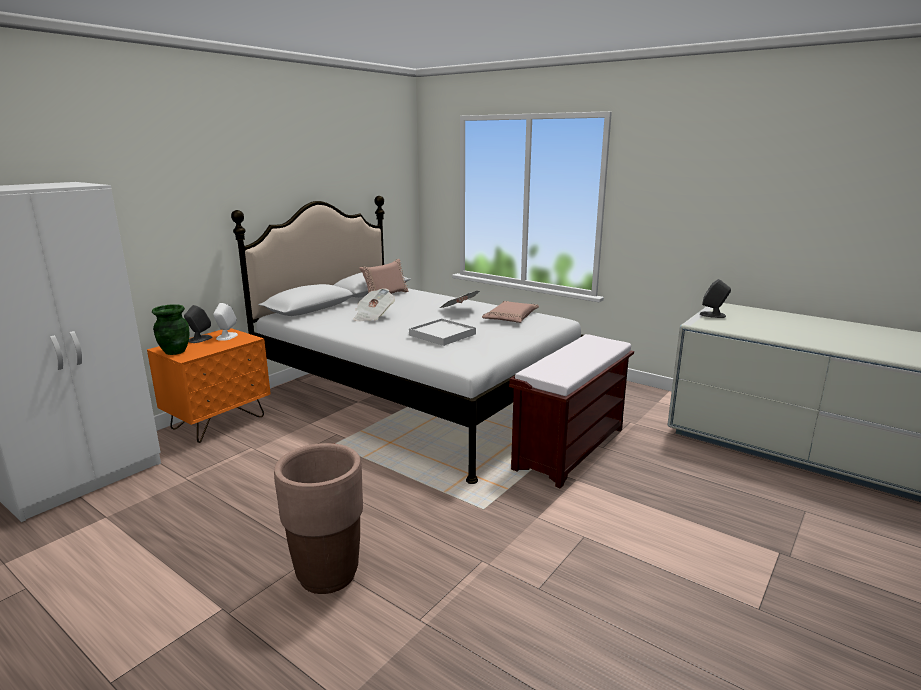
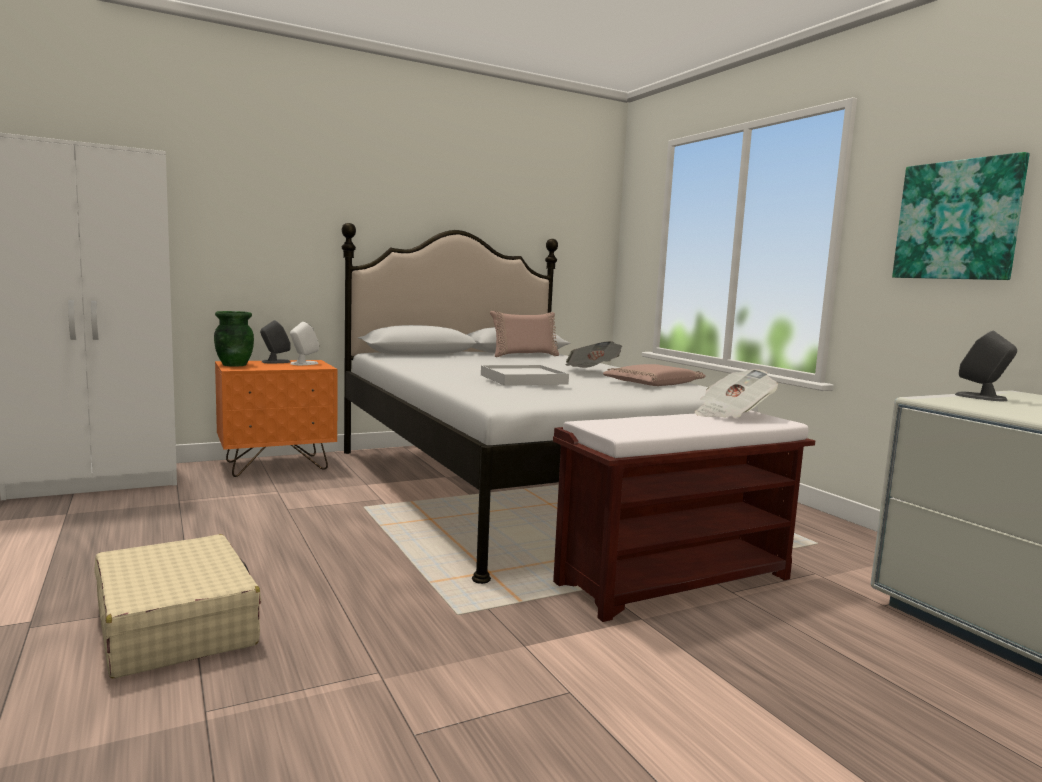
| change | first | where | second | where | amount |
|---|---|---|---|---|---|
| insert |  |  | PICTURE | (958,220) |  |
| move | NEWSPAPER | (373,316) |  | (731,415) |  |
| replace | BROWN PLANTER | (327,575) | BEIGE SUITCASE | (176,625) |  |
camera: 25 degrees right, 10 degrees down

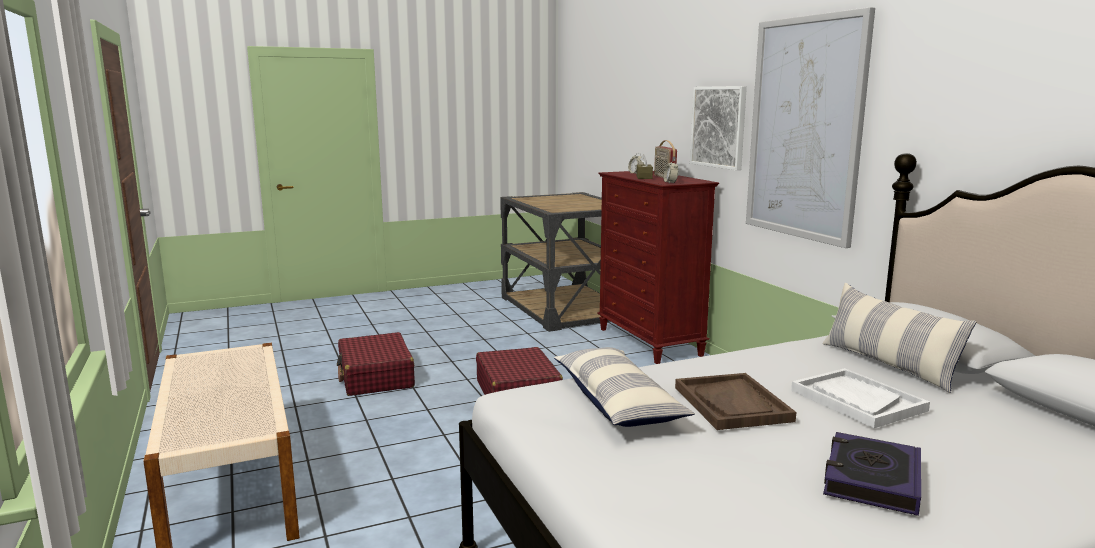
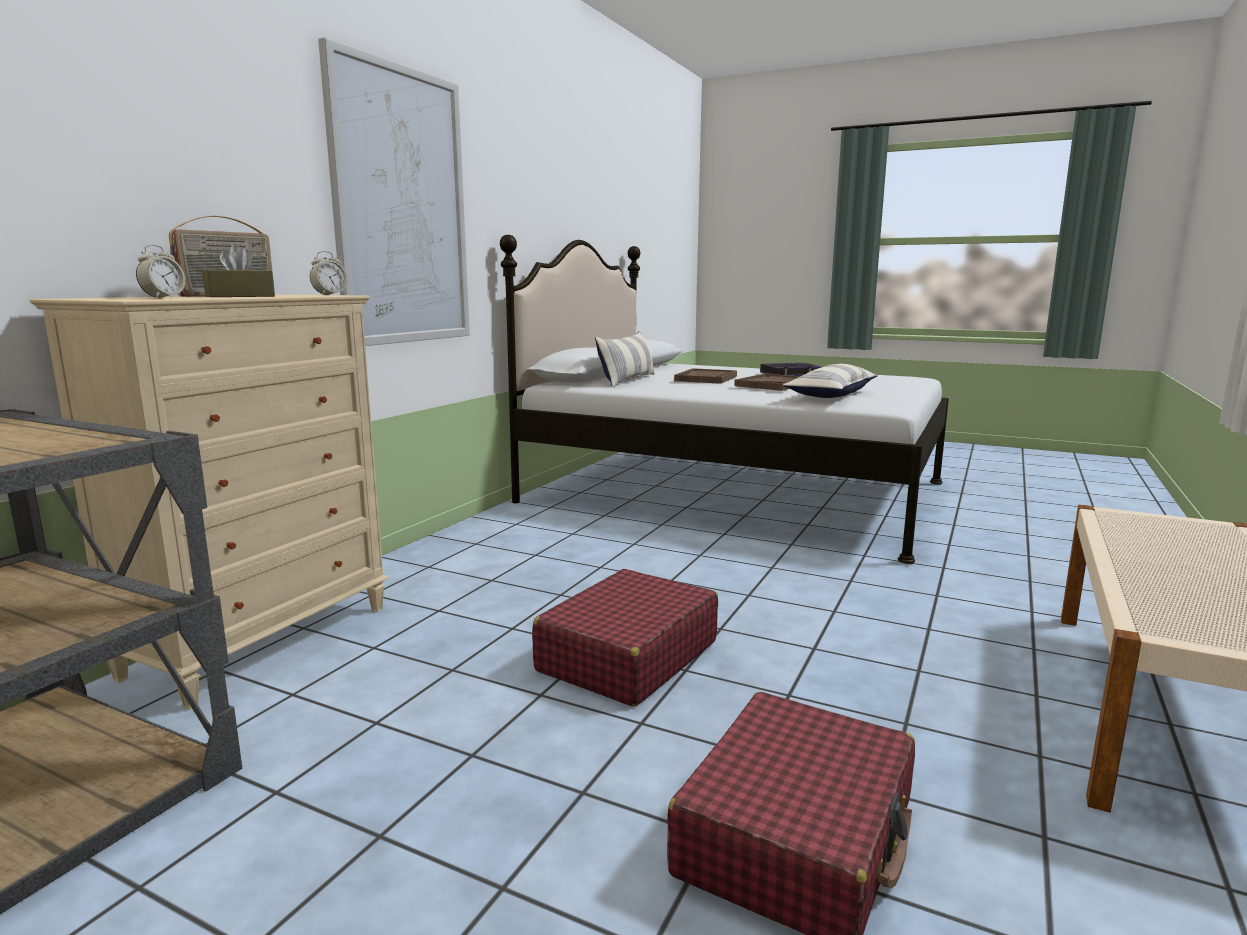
| change | first | where | second | where | amount |
|---|---|---|---|---|---|
| delete | PICTURE | (718,127) |  |  |  |
| recolor | RED DRESSER | (650,342) | BEIGE DRESSER | (262,640) |  |
| recolor | WHITE TRAY | (857,400) | BROWN TRAY | (706,378) |  |
camera: 130 degrees left, 0 degrees up

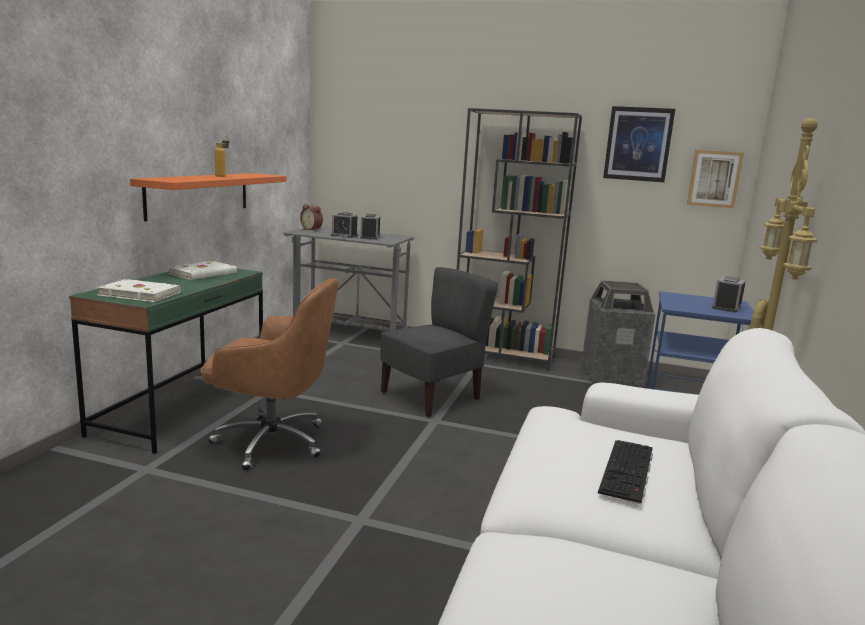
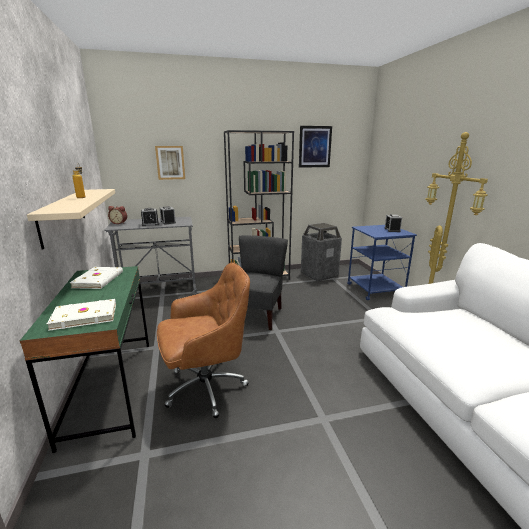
| change | first | where | second | where | amount |
|---|---|---|---|---|---|
| delete | KEYBOARD | (628,471) |  |  |  |
| move | PICTURE | (714,179) |  | (170,162) |  |
| recolor | ORANGE SHELF | (199,194) | BEIGE SHELF | (63,215) |  |
camera: 30 degrees left, 5 degrees up

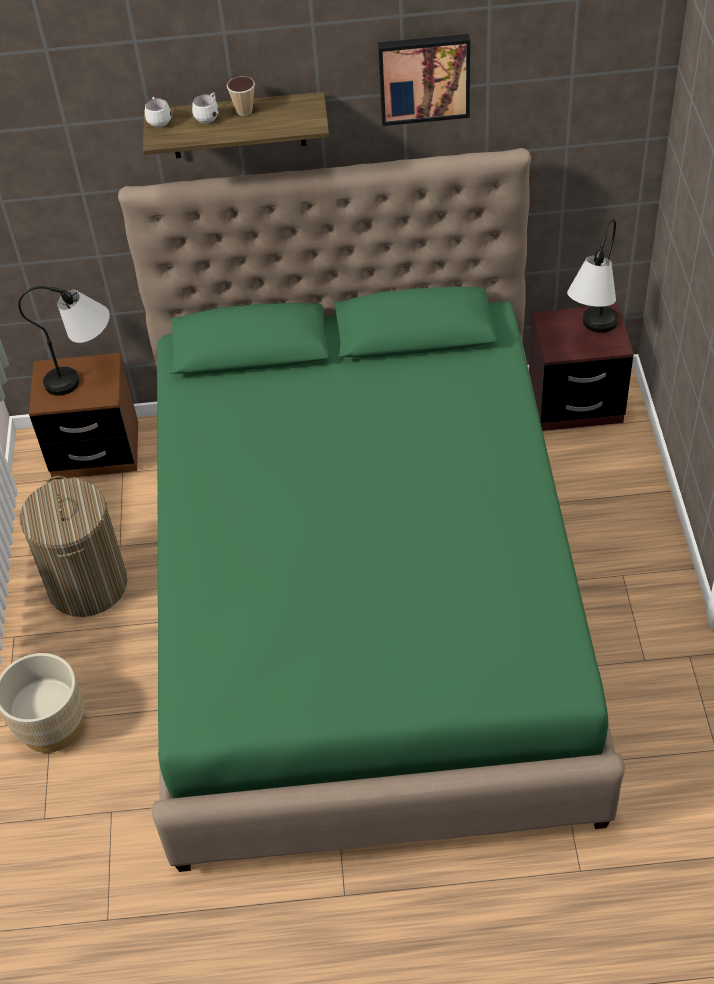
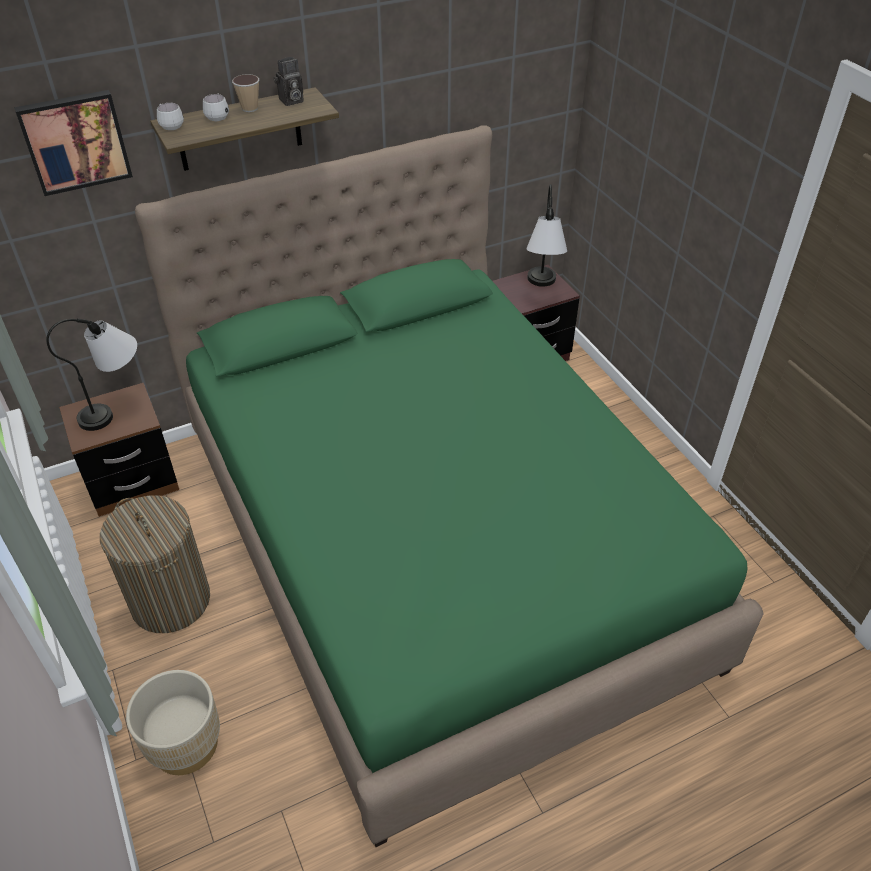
| change | first | where | second | where | amount |
|---|---|---|---|---|---|
| insert |  |  | PHOTO CAMERA | (290,101) |  |
| move | PICTURE | (424,77) |  | (75,141) |  |
camera: 25 degrees left, 5 degrees down

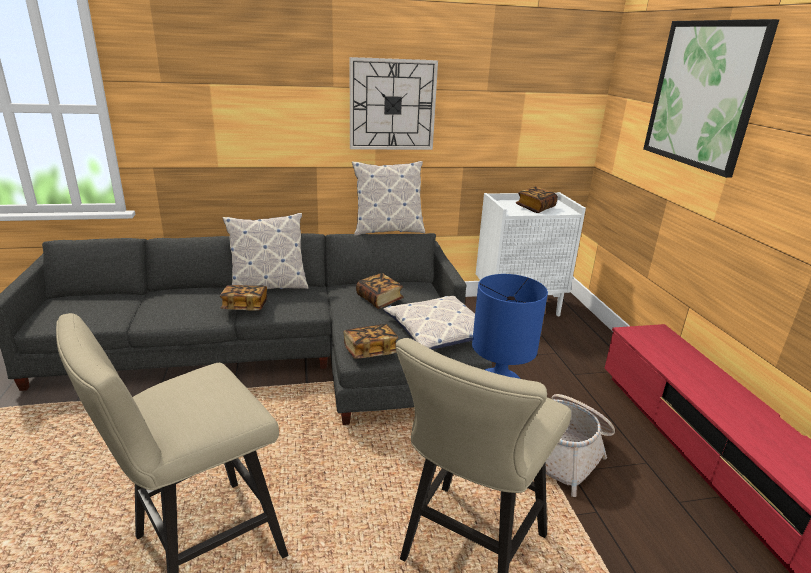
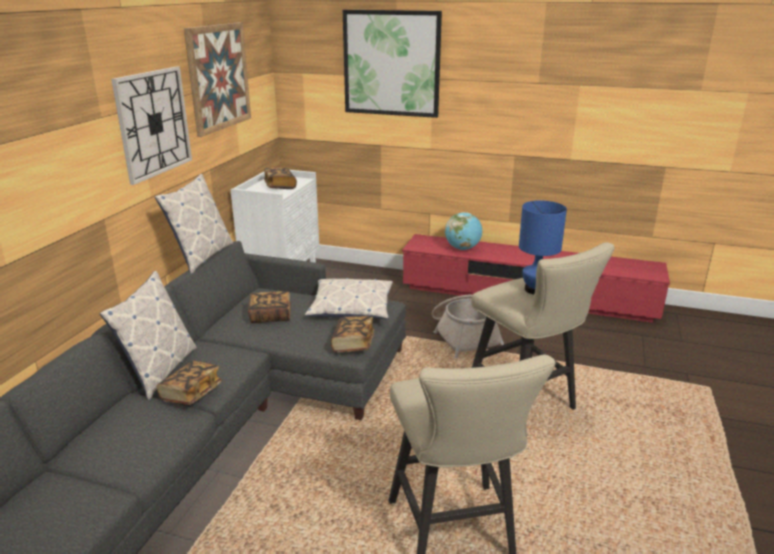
| change | first | where | second | where | amount |
|---|---|---|---|---|---|
| insert |  |  | PICTURE | (219,77) |  |
| insert |  |  | GLOBE | (462,248) |  |
camera: 60 degrees left, 0 degrees up

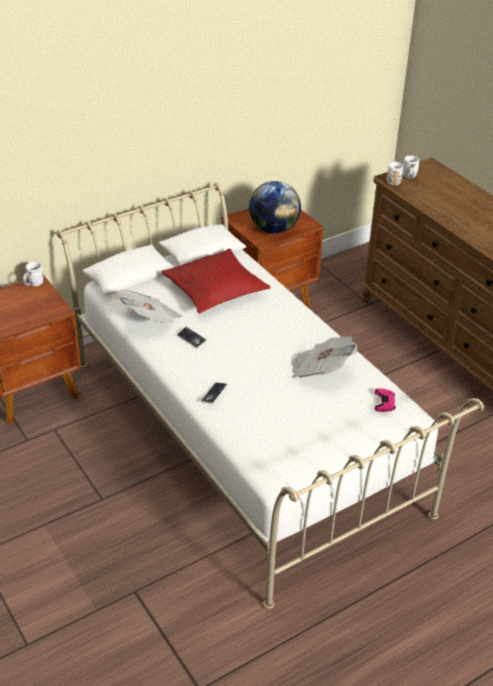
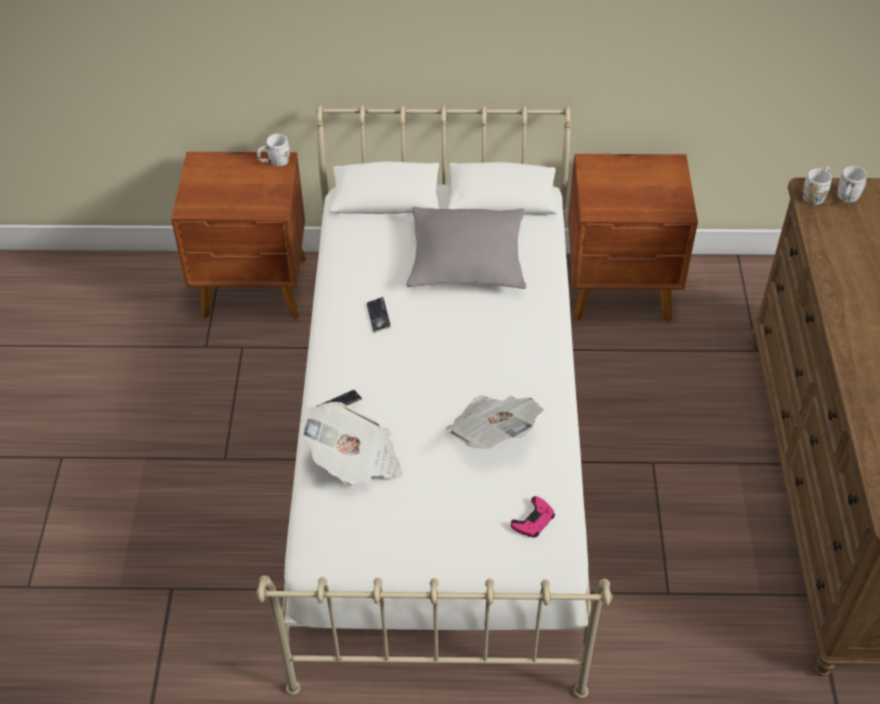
| change | first | where | second | where | amount |
|---|---|---|---|---|---|
| delete | GLOBE | (273,229) |  |  |  |
| move | NEWSPAPER | (150,320) |  | (355,461) |  |
| recolor | RED PILLOW | (215,290) | GREY PILLOW | (467,259) |  |
camera: 35 degrees right, 10 degrees up

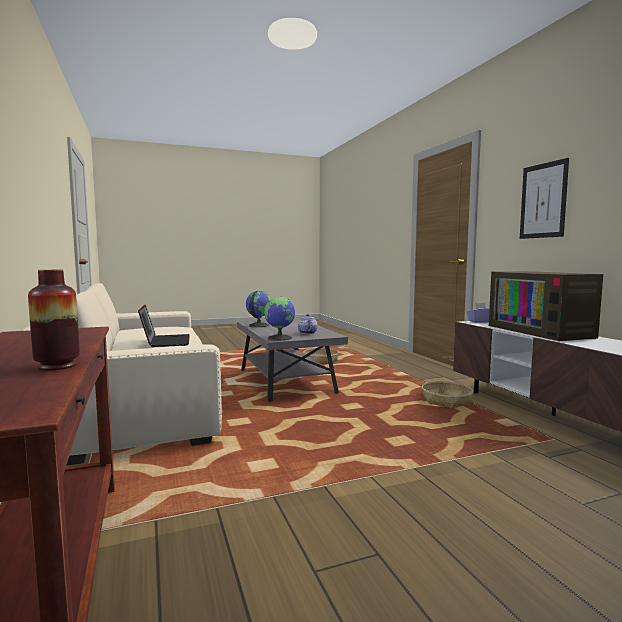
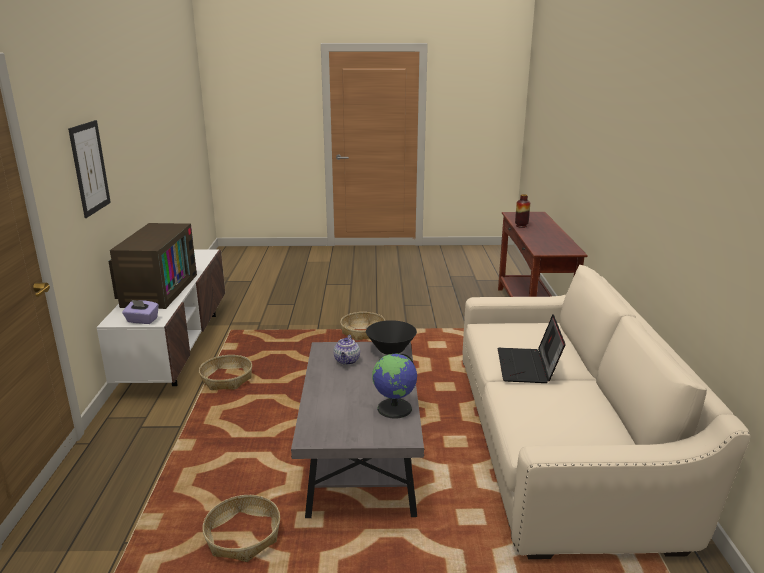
| change | first | where | second | where | amount |
|---|---|---|---|---|---|
| insert |  |  | BASKET | (363,332) |  |
| replace | GLOBE | (280,338) | BLACK BOWL | (391,350) |  |
camera: 160 degrees left, 15 degrees up

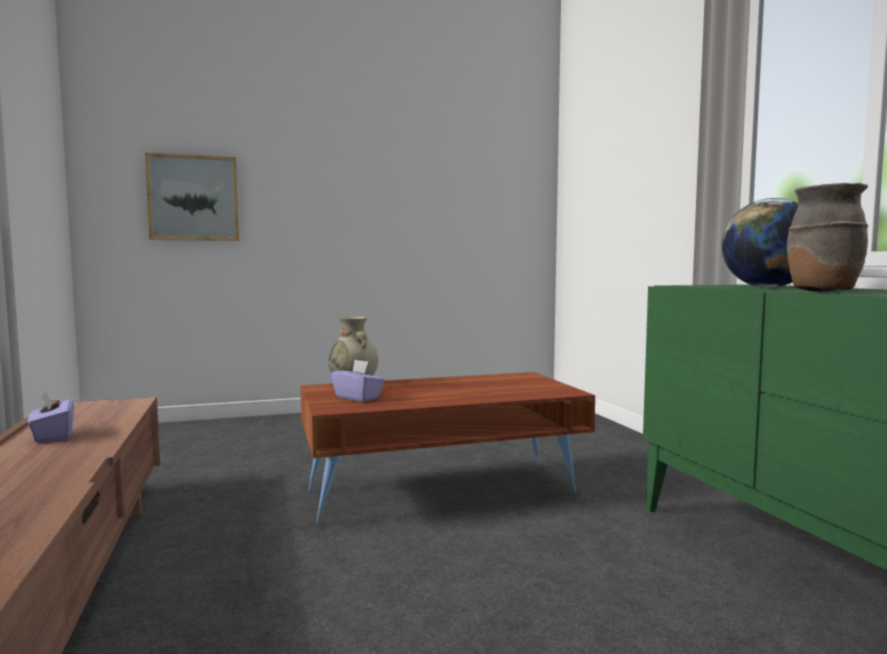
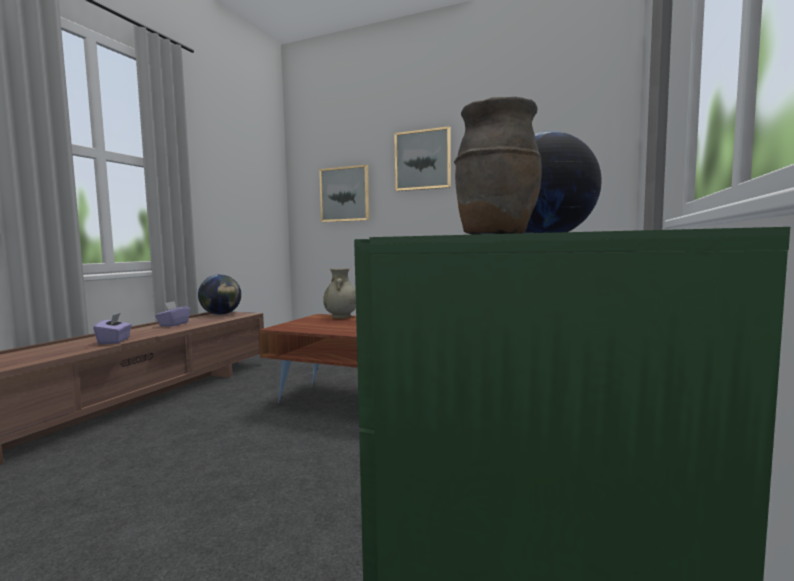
| change | first | where | second | where | amount |
|---|---|---|---|---|---|
| insert |  |  | GLOBE | (221,314) |  |
| insert |  |  | PICTURE | (423,160) |  |
| move | PURPLE TISSUE BOX | (358,397) |  | (115,341) |  |
camera: 40 degrees right, 0 degrees up

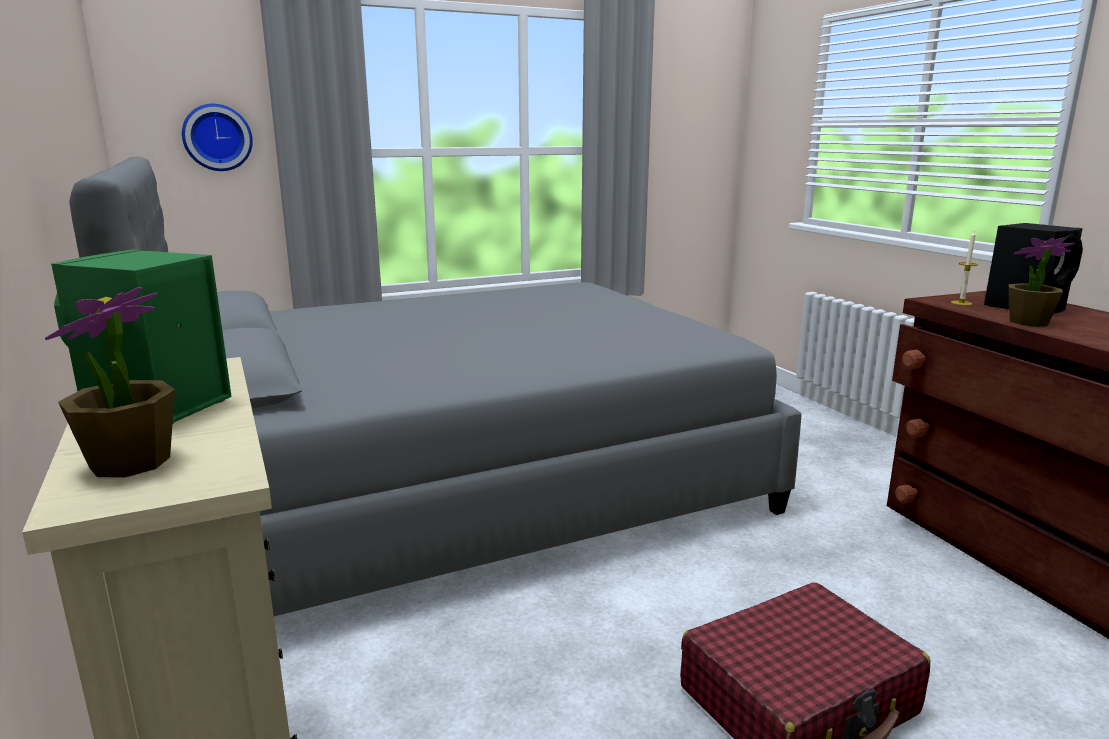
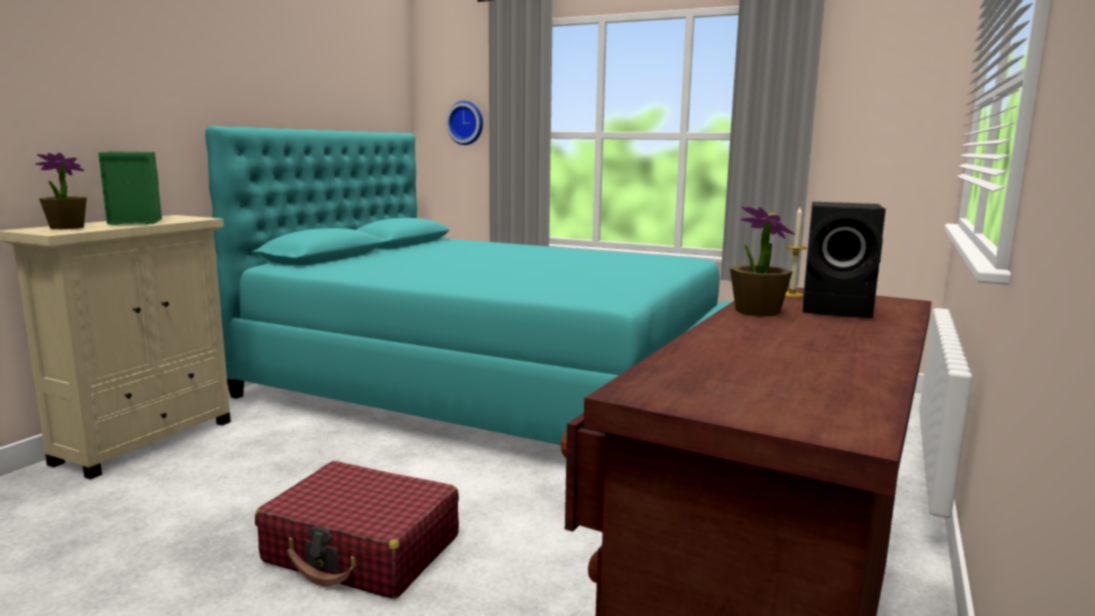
| change | first | where | second | where | amount |
|---|---|---|---|---|---|
| recolor | GREY BED | (458,486) | TURQUOISE BED | (491,386) |  |
camera: 50 degrees right, 5 degrees down

